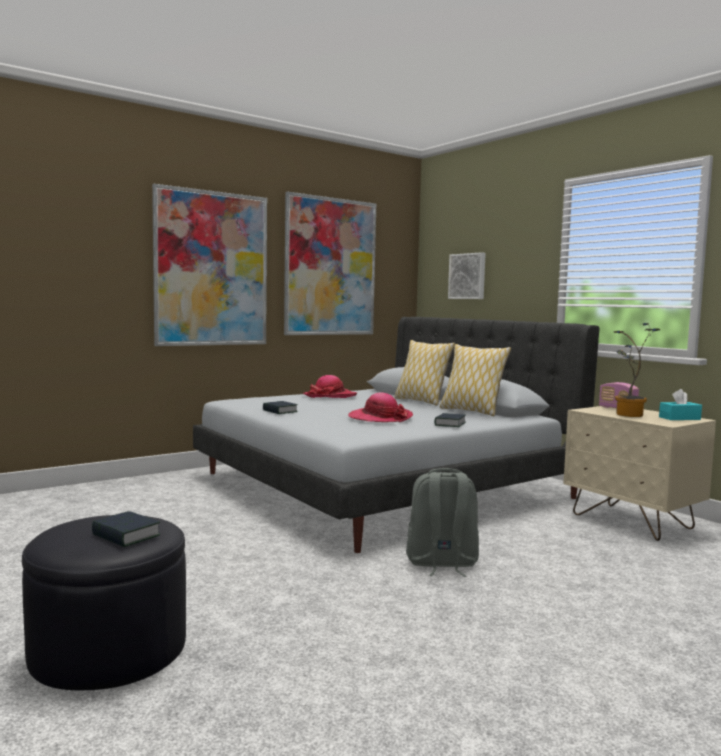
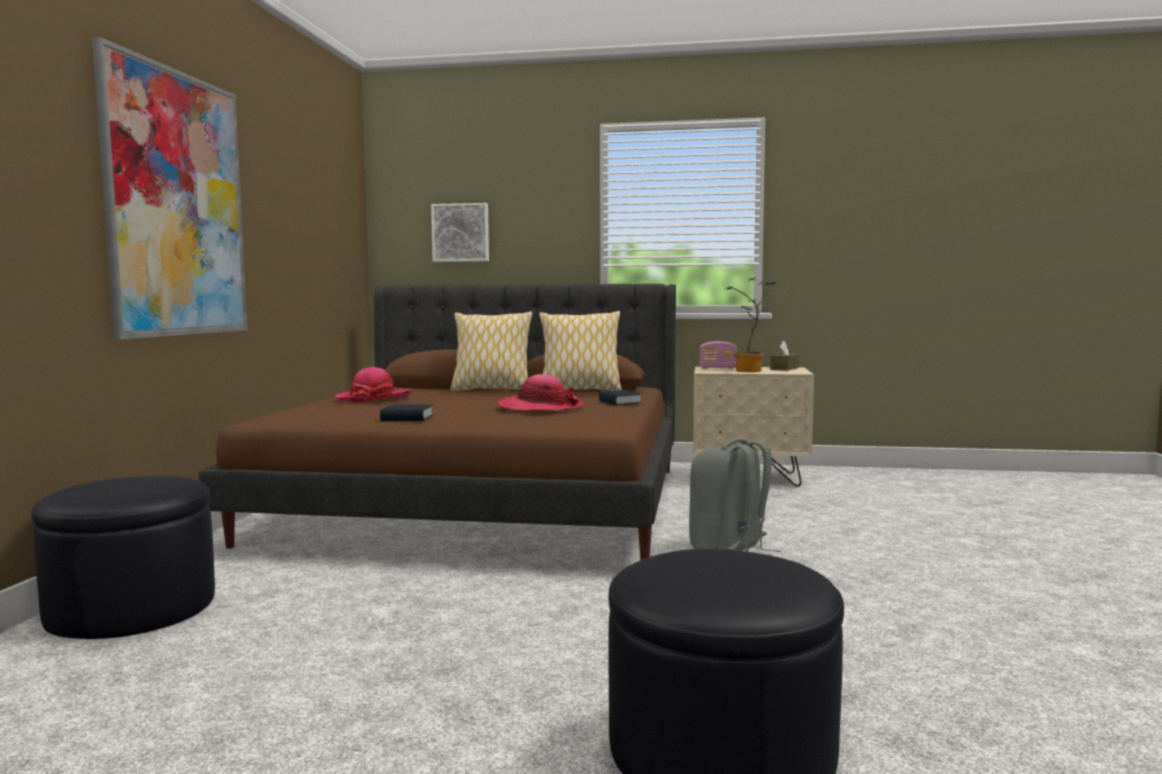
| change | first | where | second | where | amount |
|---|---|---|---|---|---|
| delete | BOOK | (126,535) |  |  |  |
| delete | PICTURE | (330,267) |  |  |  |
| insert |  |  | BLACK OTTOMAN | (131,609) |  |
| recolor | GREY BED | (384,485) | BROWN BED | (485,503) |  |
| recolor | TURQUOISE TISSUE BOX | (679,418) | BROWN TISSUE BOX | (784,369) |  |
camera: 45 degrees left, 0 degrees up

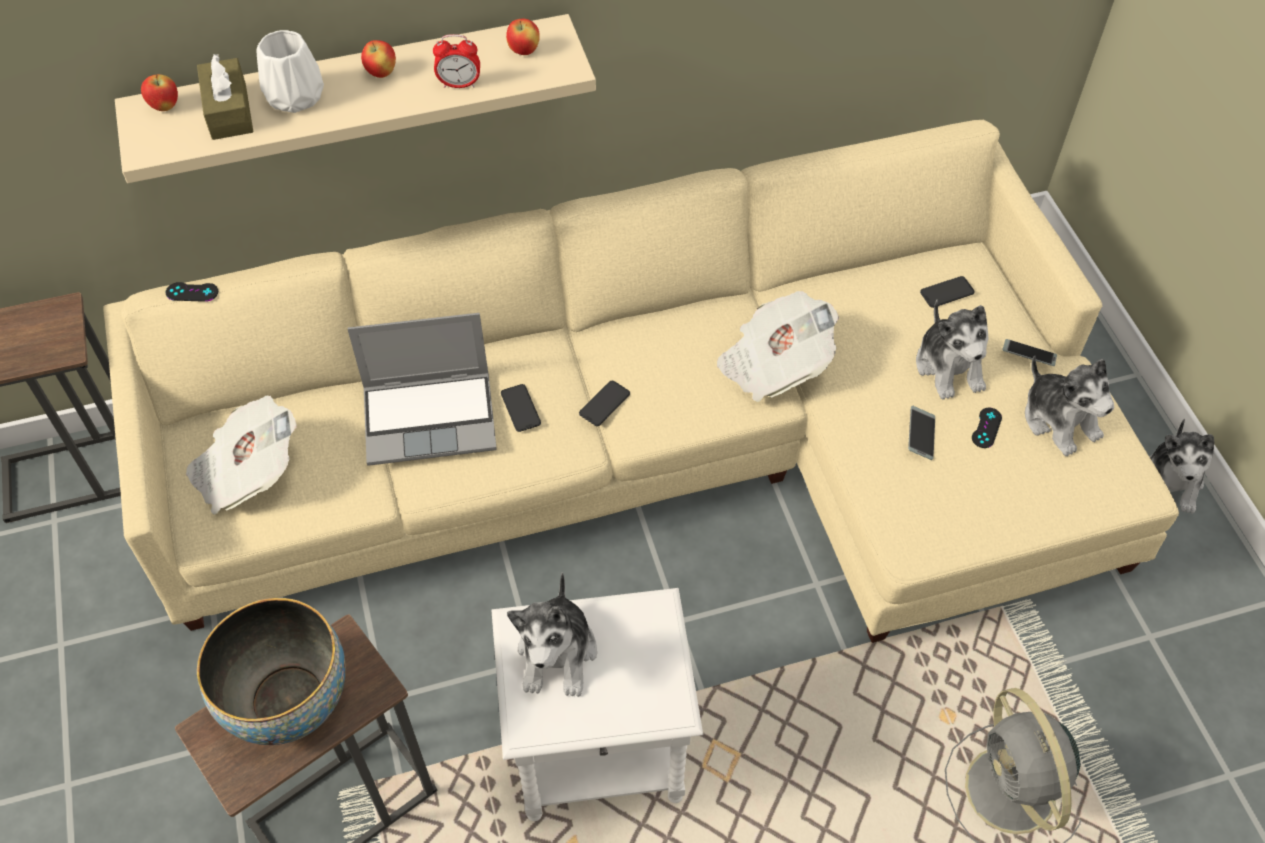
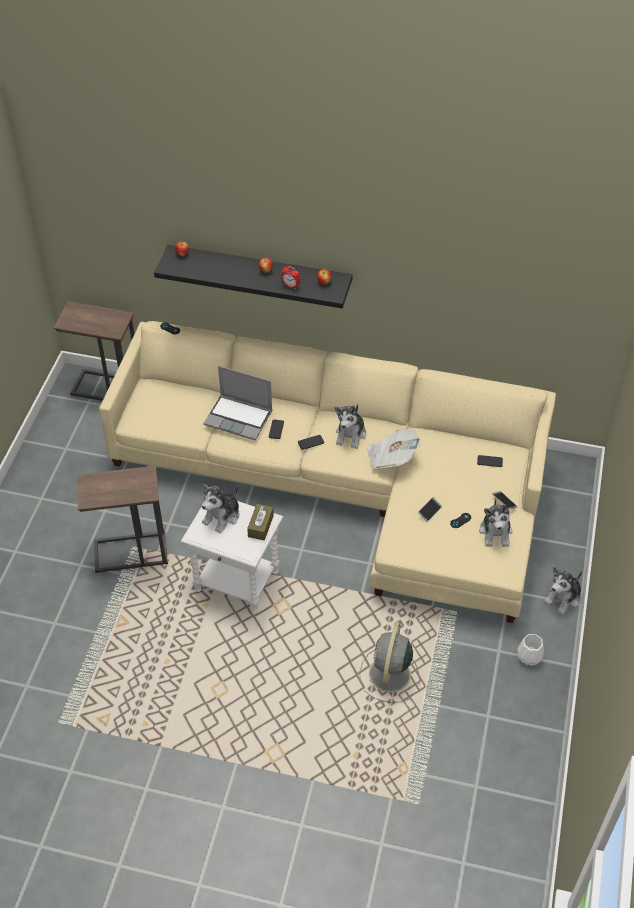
| change | first | where | second | where | amount |
|---|---|---|---|---|---|
| delete | NEWSPAPER | (247,472) |  |  |  |
| delete | BOWL | (289,702) |  |  |  |
| move | BROWN TISSUE BOX | (229,111) |  | (260,526) |  |
| move | WHITE VASE | (296,96) |  | (530,656) |  |
| move | PLUSH TOY | (949,367) |  | (351,434) |  |
| recolor | BEIGE SHELF | (355,92) | BLACK SHELF | (259,274) |  |
camera: 30 degrees right, 5 degrees down

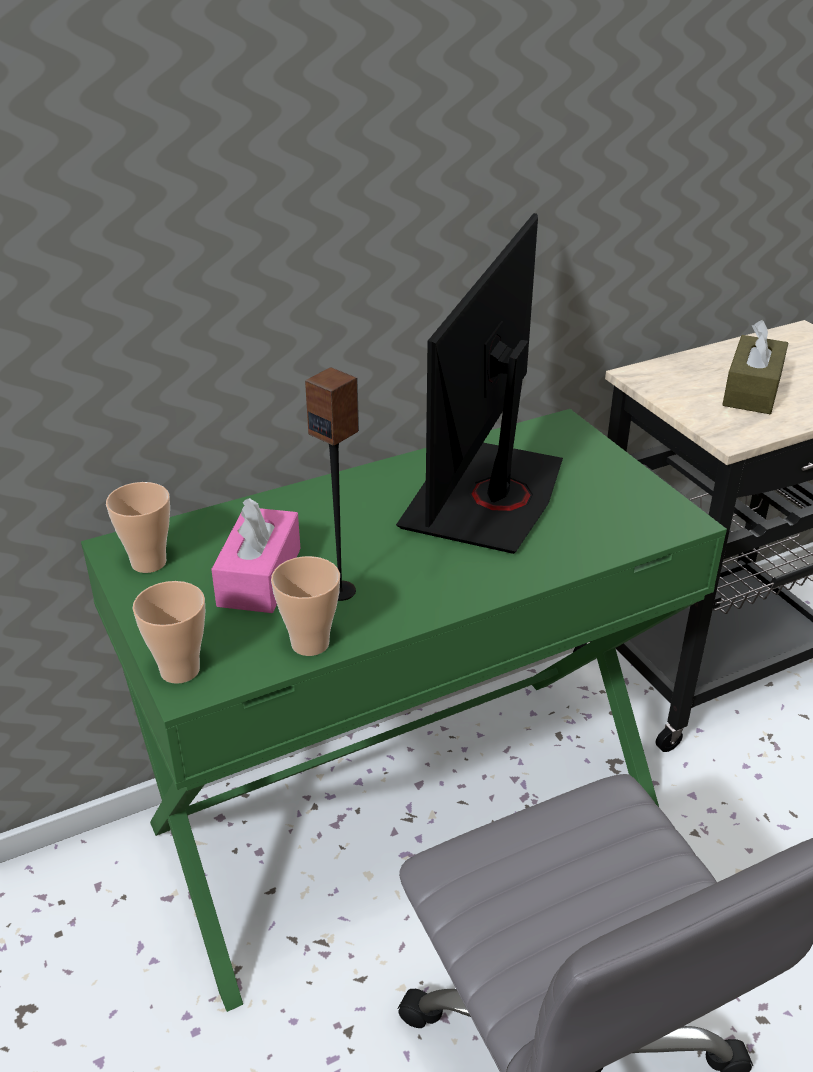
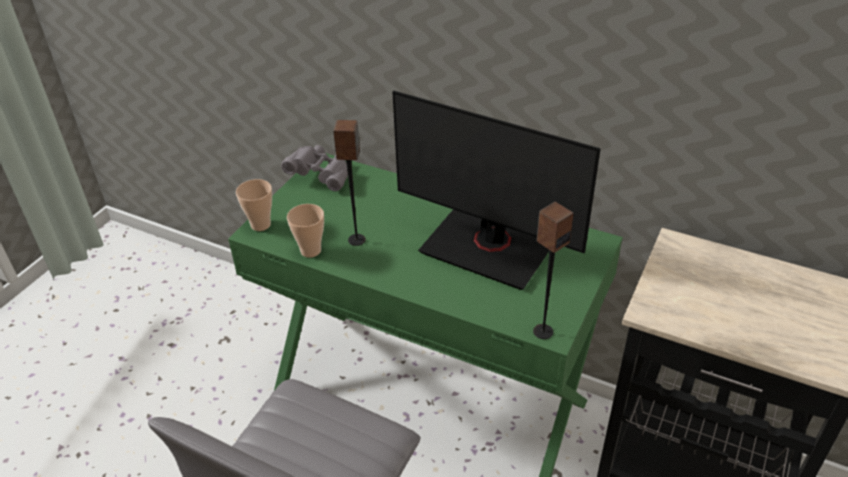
| change | first | where | second | where | amount |
|---|---|---|---|---|---|
| delete | PINK TISSUE BOX | (259,577) |  |  |  |
| delete | BROWN TISSUE BOX | (752,390) |  |  |  |
| insert |  |  | SPEAKER | (542,331) |  |
| replace | CUP | (149,562) | GREY BINOCULARS | (321,176) |  |
| rotate | MONITOR | (486,496) |  | (488,247) | 135 degrees counterclockwise |
camera: 55 degrees right, 5 degrees up

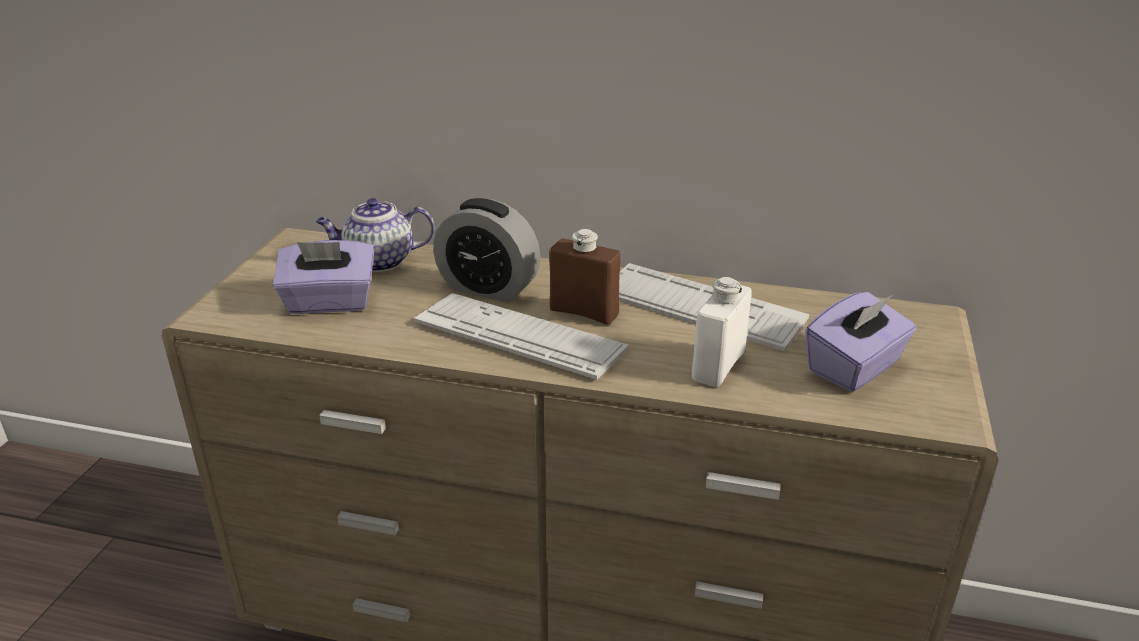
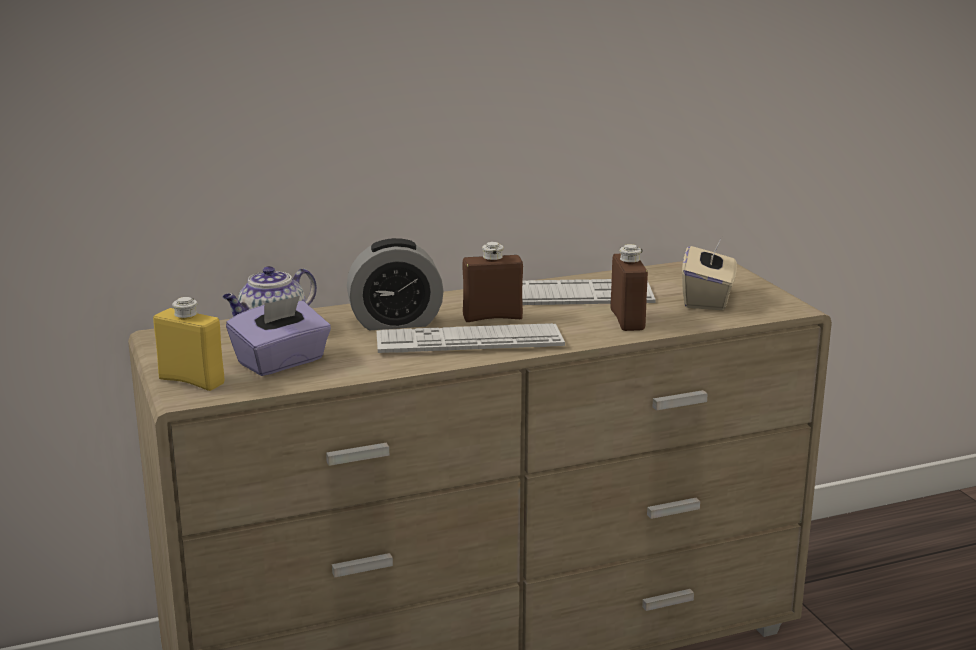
| change | first | where | second | where | amount |
|---|---|---|---|---|---|
| insert |  |  | YELLOW BOTTLE | (191,381) |  |
| recolor | WHITE BOTTLE | (718,366) | BROWN BOTTLE | (627,320) |  |
| recolor | PURPLE TISSUE BOX | (855,367) | BEIGE TISSUE BOX | (707,299) |  |
camera: 35 degrees left, 10 degrees down

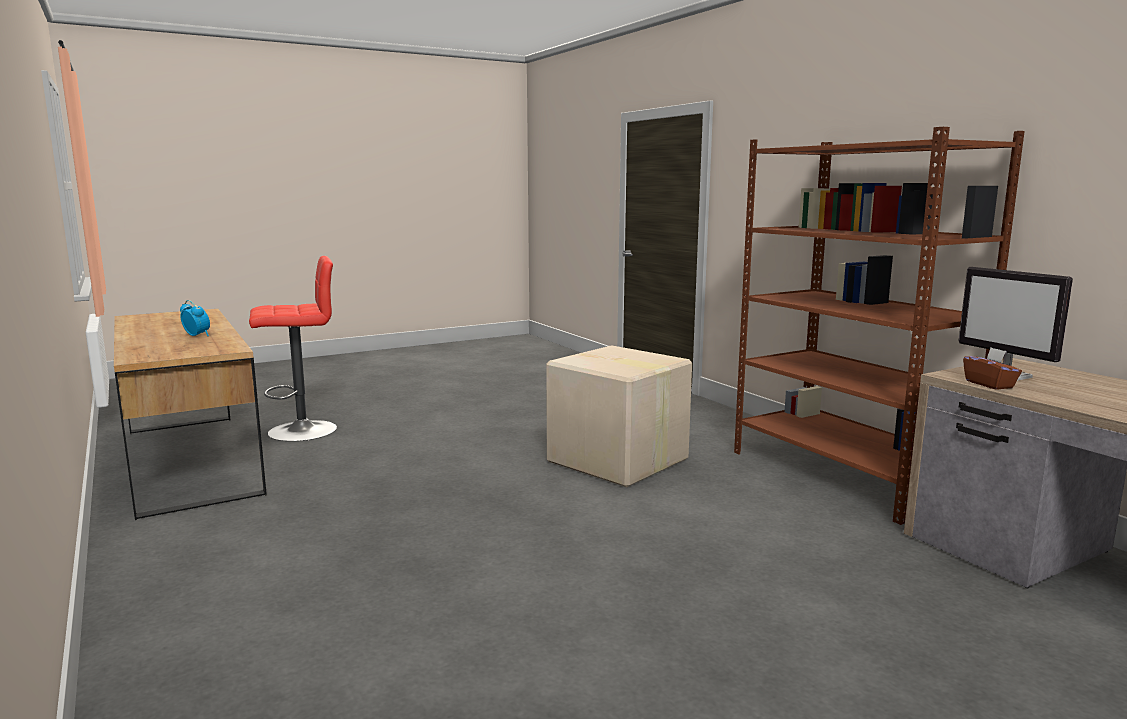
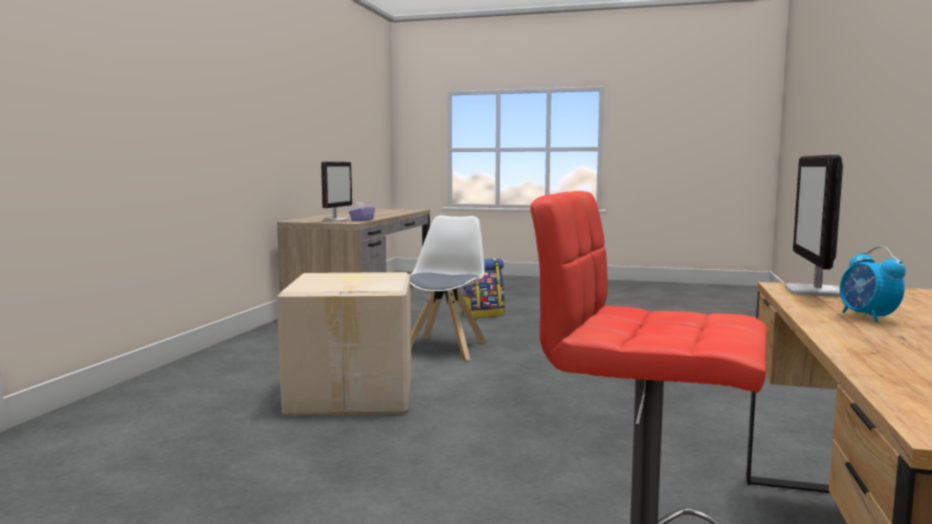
| change | first | where | second | where | amount |
|---|---|---|---|---|---|
| delete | BROWN BOOKCASE | (845,474) |  |  |  |
| insert |  |  | CHAIR | (446,347) |  |
| insert |  |  | BACKPACK | (483,314) |  |
| insert |  |  | MONITOR | (815,292) |  |
| recolor | BROWN TISSUE BOX | (989,384) | PURPLE TISSUE BOX | (362,220) |  |
camera: 135 degrees left, 5 degrees down

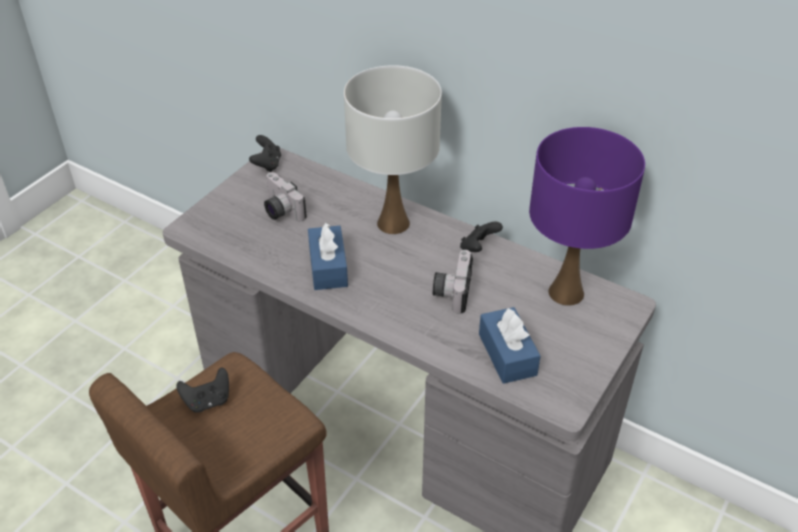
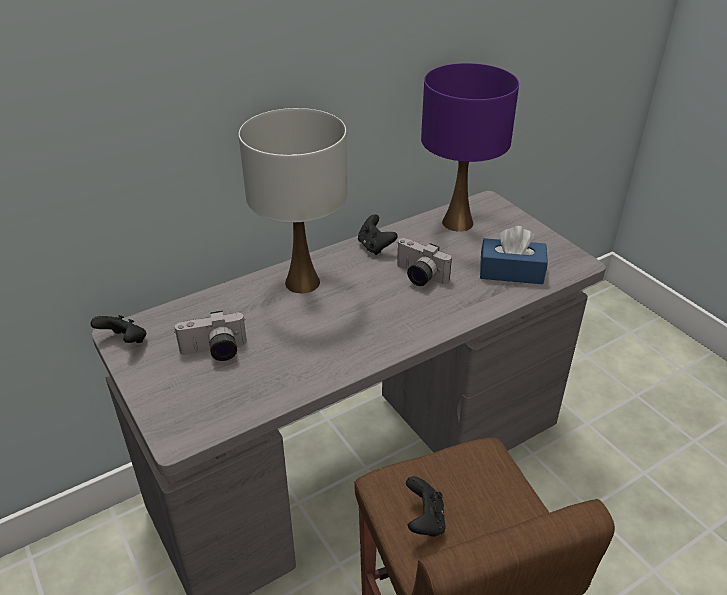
| change | first | where | second | where | amount |
|---|---|---|---|---|---|
| delete | BLUE TISSUE BOX | (328,267) |  |  |  |
camera: 65 degrees left, 5 degrees down

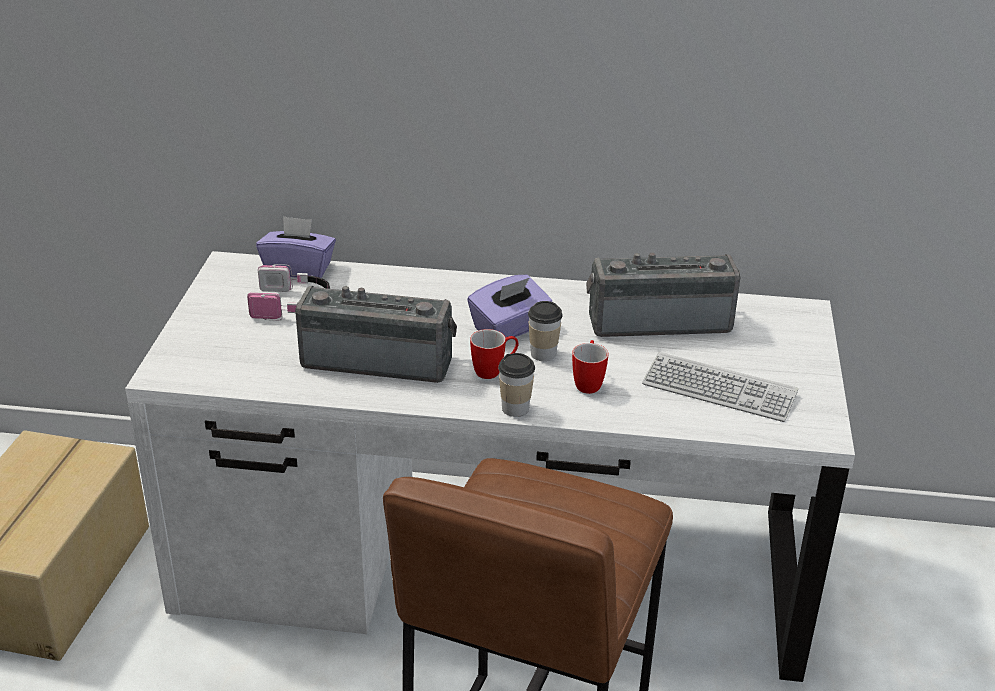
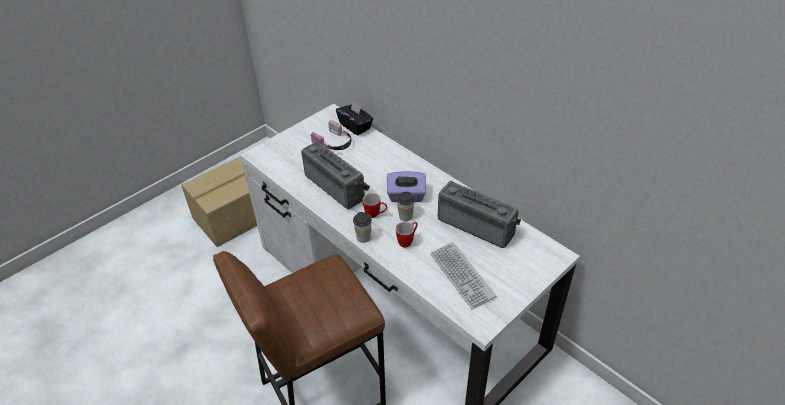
| change | first | where | second | where | amount |
|---|---|---|---|---|---|
| recolor | PURPLE TISSUE BOX | (299,269) | BLACK TISSUE BOX | (355,126) |  |
camera: 40 degrees right, 10 degrees up

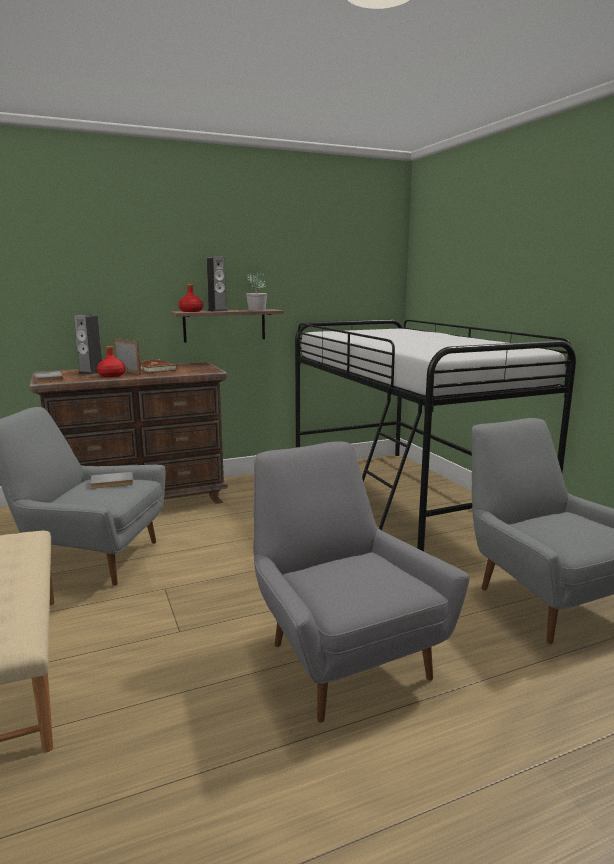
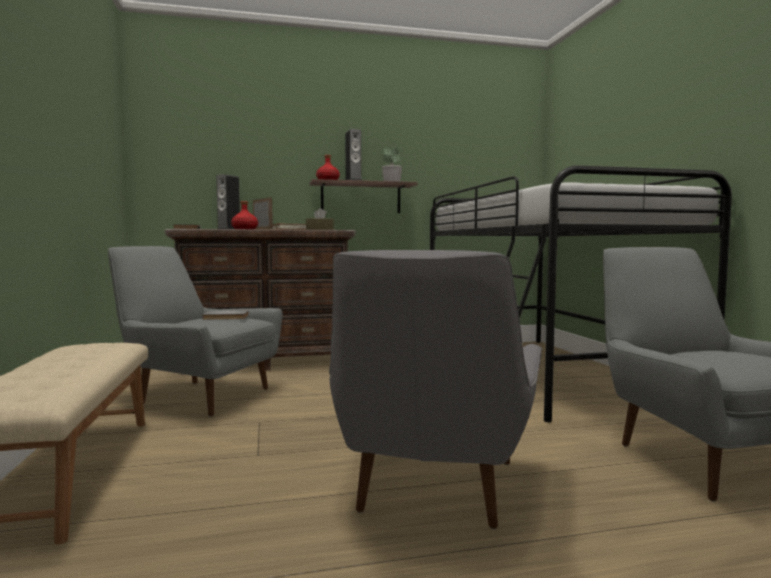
| change | first | where | second | where | amount |
|---|---|---|---|---|---|
| insert |  |  | BROWN TISSUE BOX | (319,229) |  |
| rotate | GREY ARMCHAIR | (341,657) |  | (432,491) | 150 degrees counterclockwise |
camera: 10 degrees right, 10 degrees down

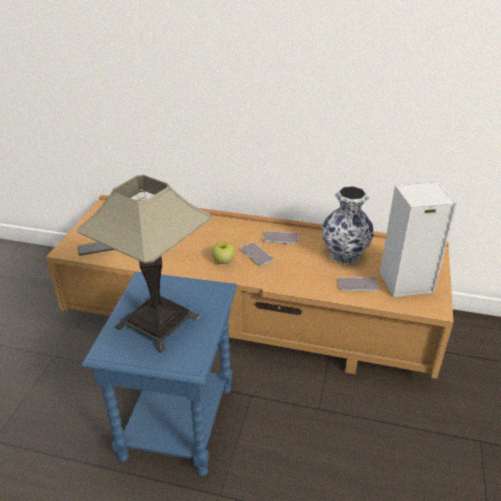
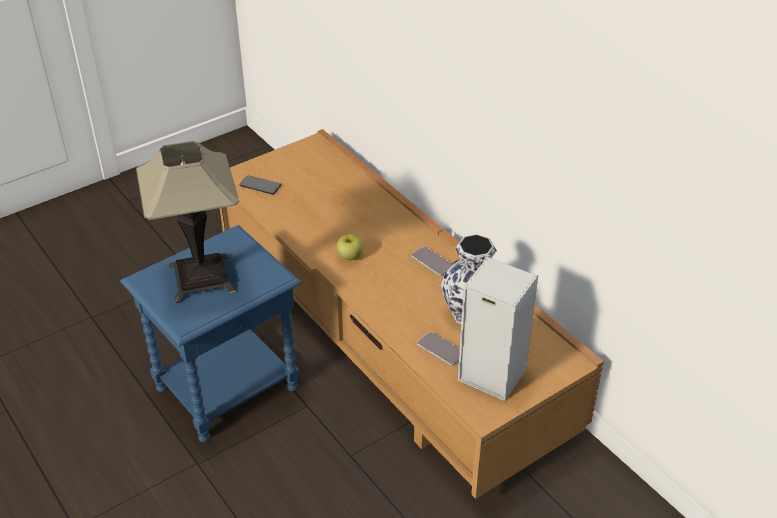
| change | first | where | second | where | amount |
|---|---|---|---|---|---|
| delete | PHONE | (256,255) |  |  |  |
camera: 40 degrees right, 5 degrees up

